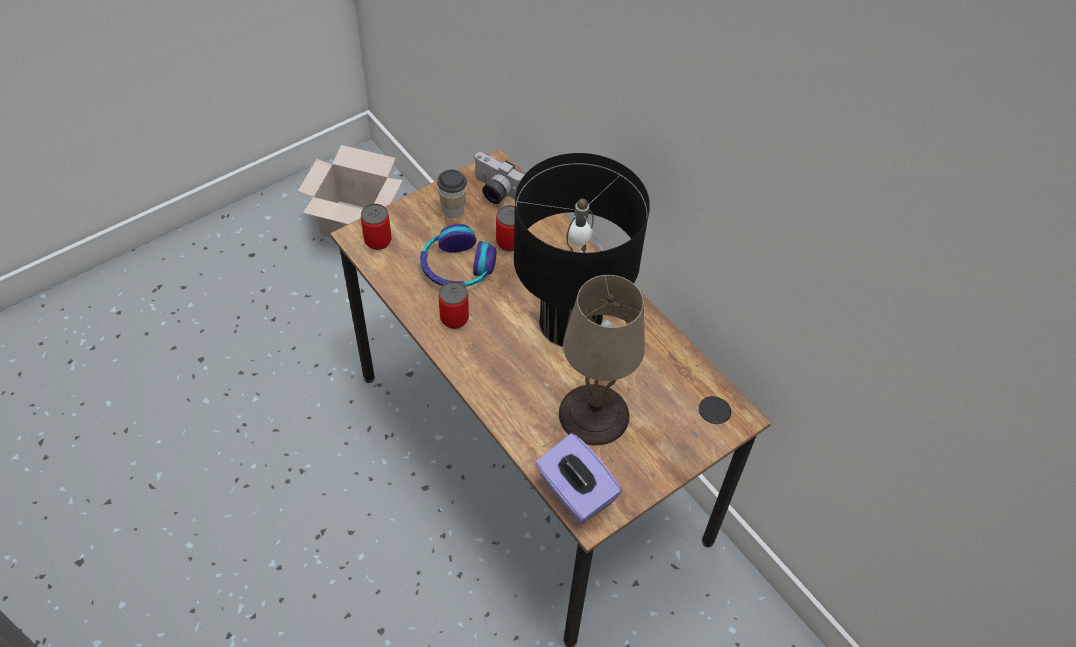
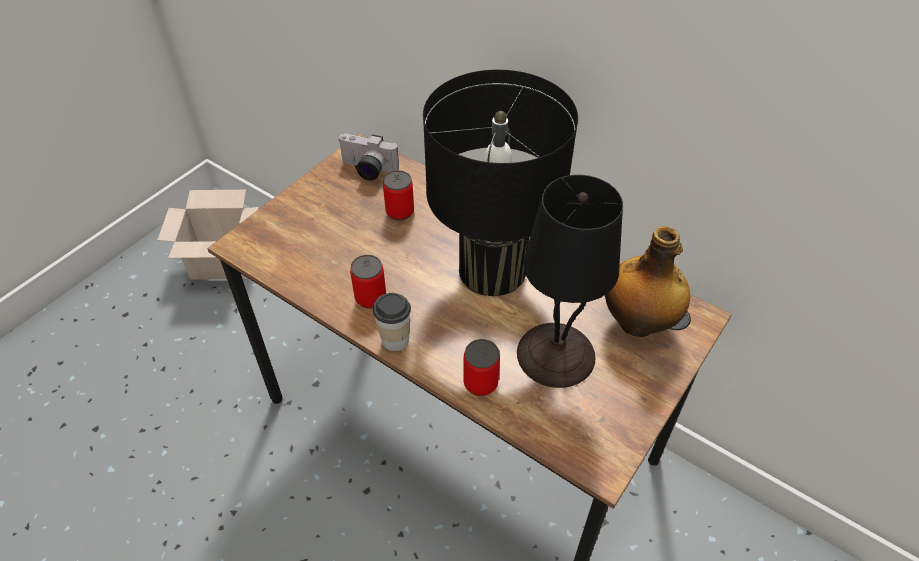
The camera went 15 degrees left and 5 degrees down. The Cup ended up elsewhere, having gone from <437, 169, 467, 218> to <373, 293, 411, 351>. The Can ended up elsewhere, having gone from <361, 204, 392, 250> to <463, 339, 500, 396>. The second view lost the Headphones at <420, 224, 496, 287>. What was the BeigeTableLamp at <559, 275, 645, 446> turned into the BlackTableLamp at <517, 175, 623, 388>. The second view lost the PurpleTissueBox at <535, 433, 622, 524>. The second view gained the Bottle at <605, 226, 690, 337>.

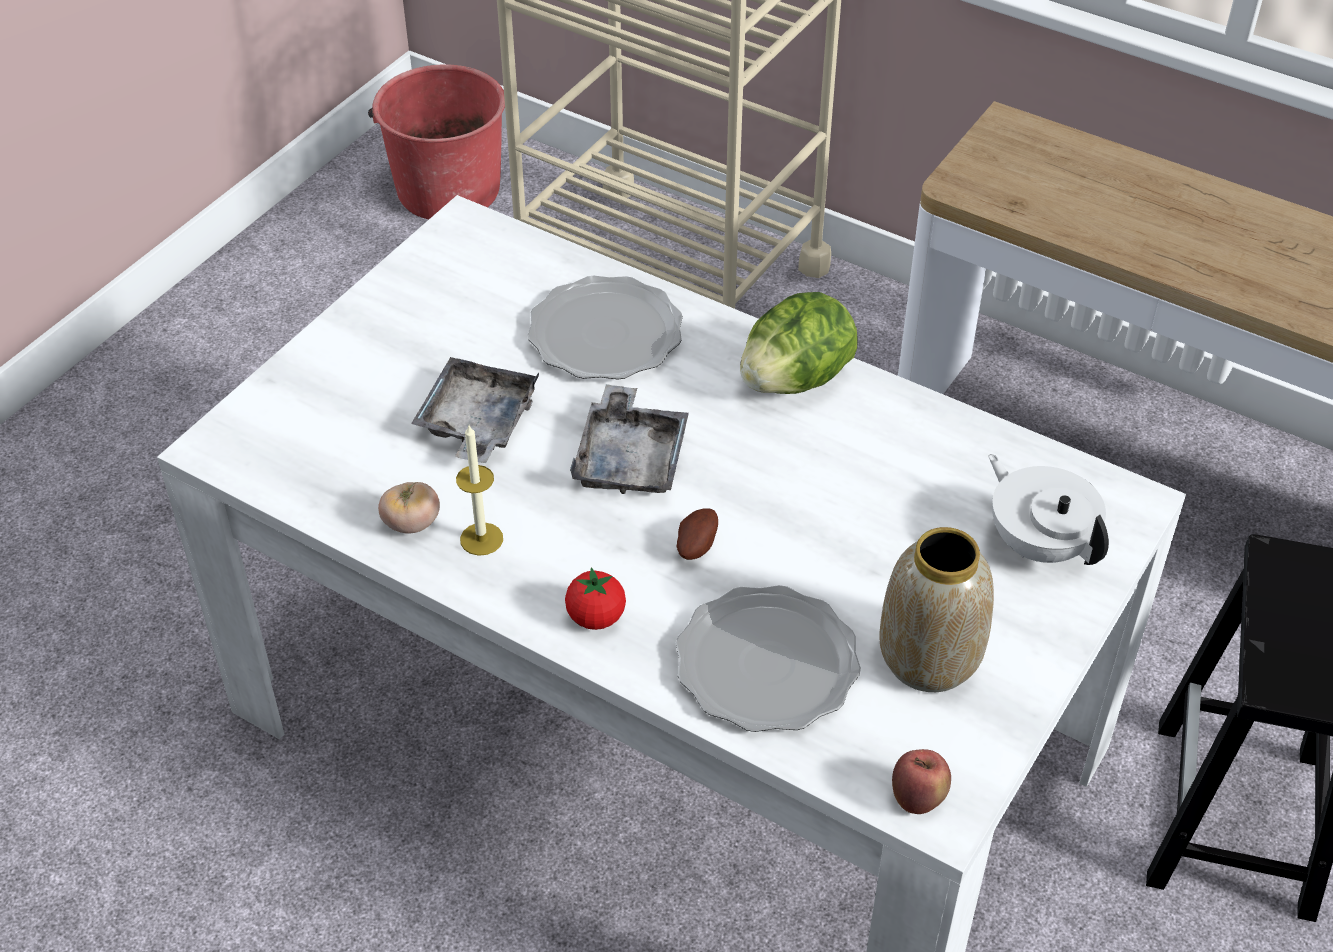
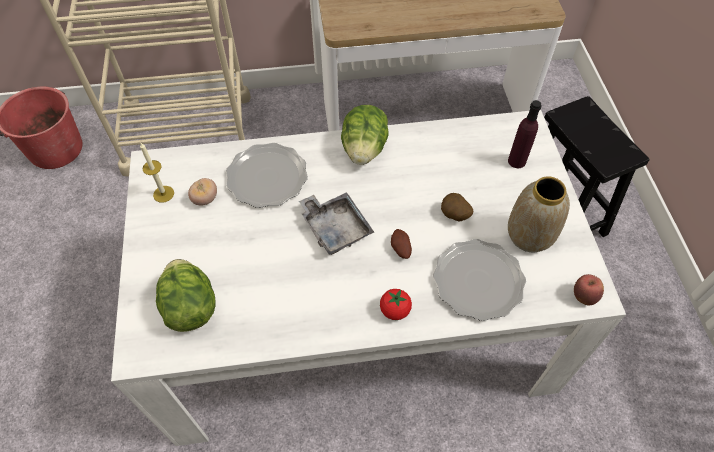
The camera went 40 degrees left and 10 degrees up. The second view lost the GreyTray at <411, 357, 540, 463>. The Candle ended up elsewhere, having gone from <456, 425, 503, 556> to <140, 143, 174, 203>. Where the WhiteTeapot stood at <989, 454, 1109, 565>, the PurpleBottle came to stand at <508, 100, 542, 168>. The Tomato ended up elsewhere, having gone from <378, 482, 440, 534> to <188, 178, 217, 205>. The second view gained the Potato at <441, 193, 473, 221>. The second view gained the Lettuce at <156, 259, 216, 332>.

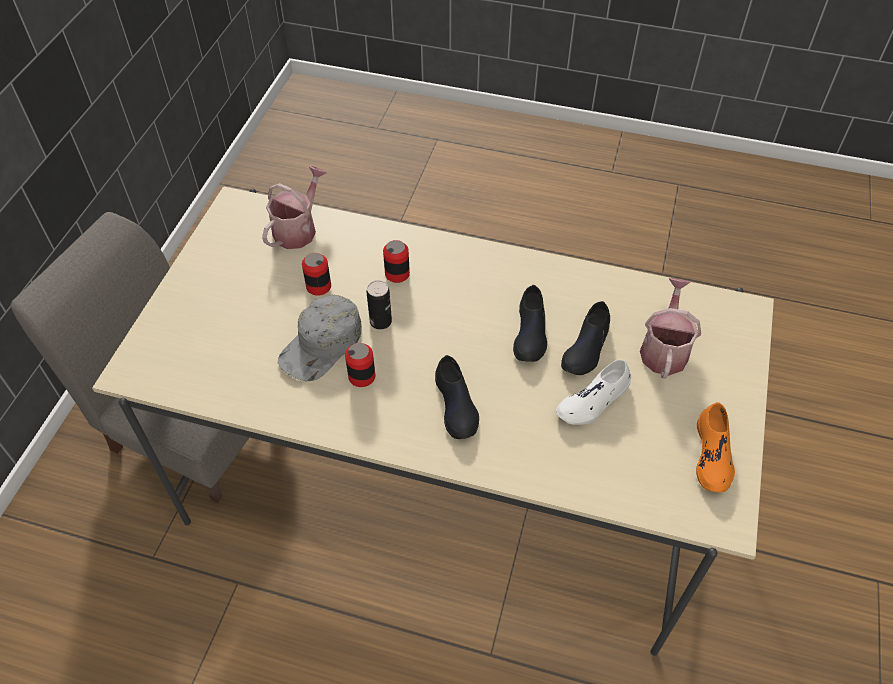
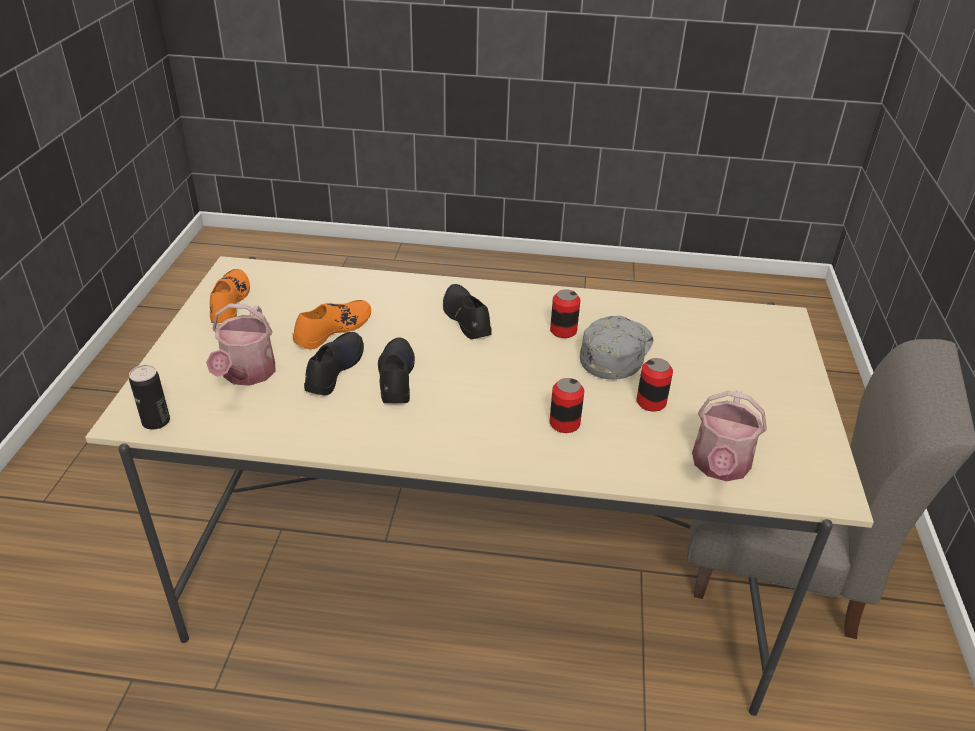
The camera went 170 degrees right and 15 degrees down. The Can ended up elsewhere, having gone from <366, 280, 392, 330> to <129, 365, 170, 430>. What was the WhiteShoe at <556, 359, 632, 425> turned into the OrangeShoe at <292, 300, 371, 350>.

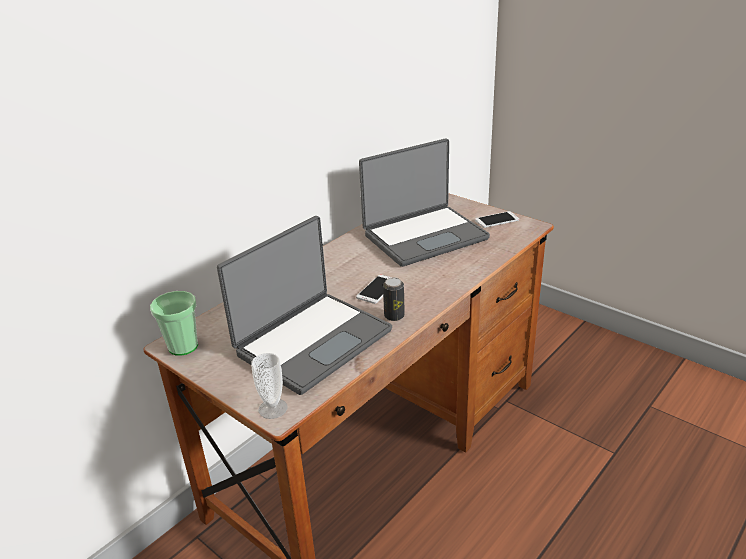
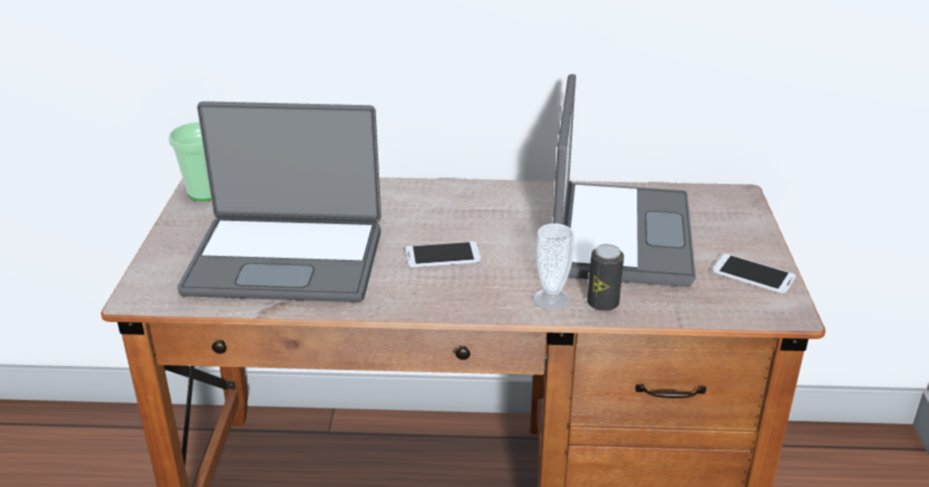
The camera went 50 degrees right and 0 degrees up. The Laptop at <359, 138, 490, 267> ended up facing another way, 105 degrees counterclockwise from before. The Can ended up elsewhere, having gone from <383, 278, 405, 321> to <587, 244, 624, 311>. The Cup ended up elsewhere, having gone from <251, 353, 288, 419> to <533, 223, 574, 310>.

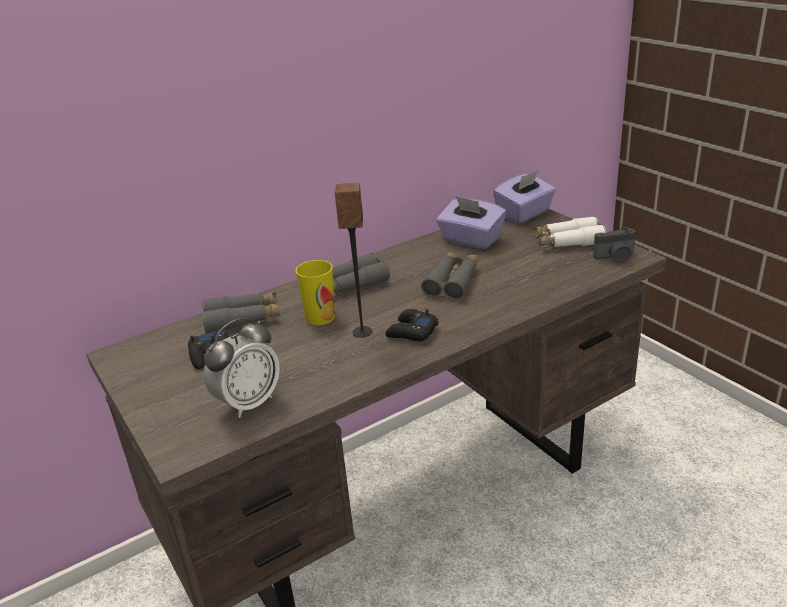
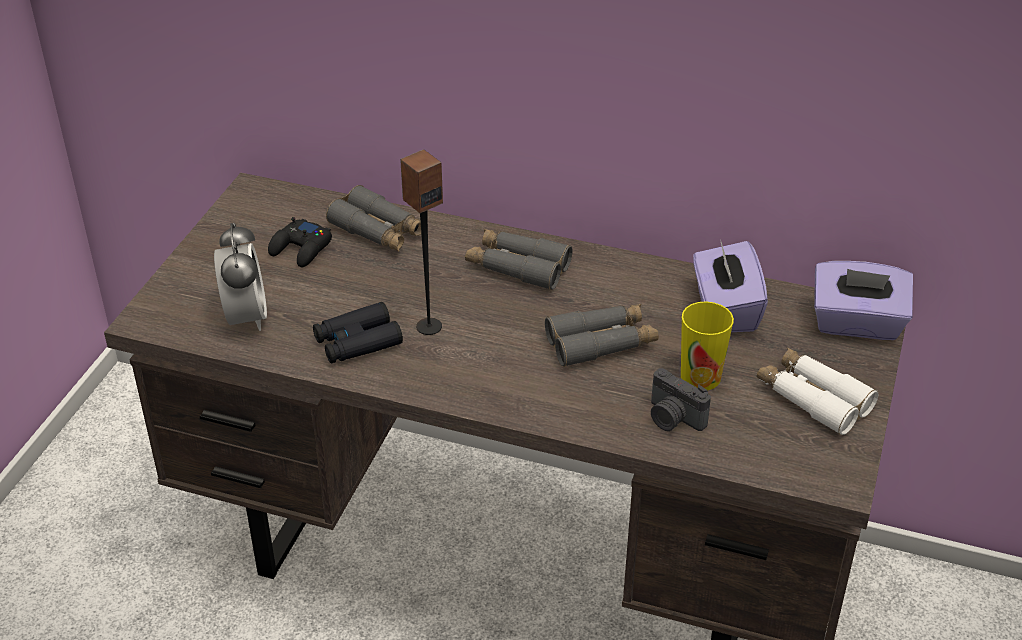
The camera went 50 degrees right and 10 degrees up. The PhotoCamera ended up elsewhere, having gone from <593, 227, 636, 263> to <651, 368, 711, 431>. The Cup ended up elsewhere, having gone from <296, 260, 335, 325> to <681, 301, 734, 390>. The second view lost the BlackGameController at <385, 309, 439, 341>. The AlarmClock at <204, 317, 280, 418> ended up facing another way, 105 degrees counterclockwise from before. The second view gained the BlackBinoculars at <313, 302, 403, 363>.

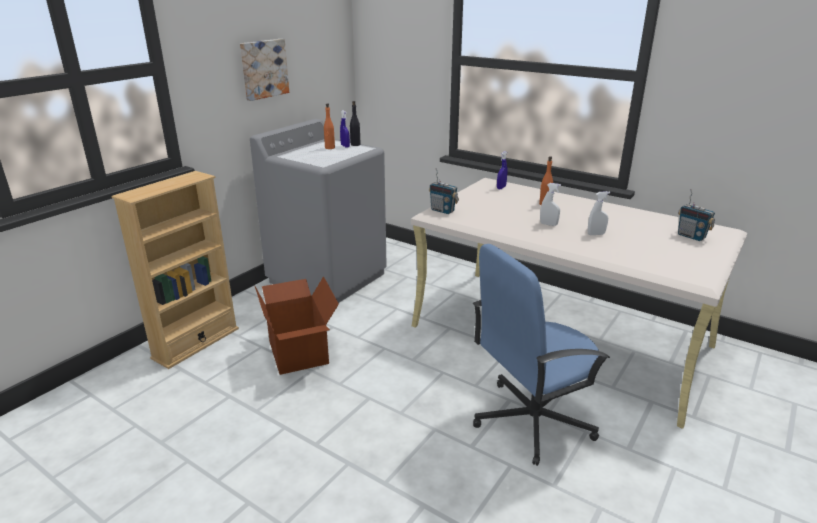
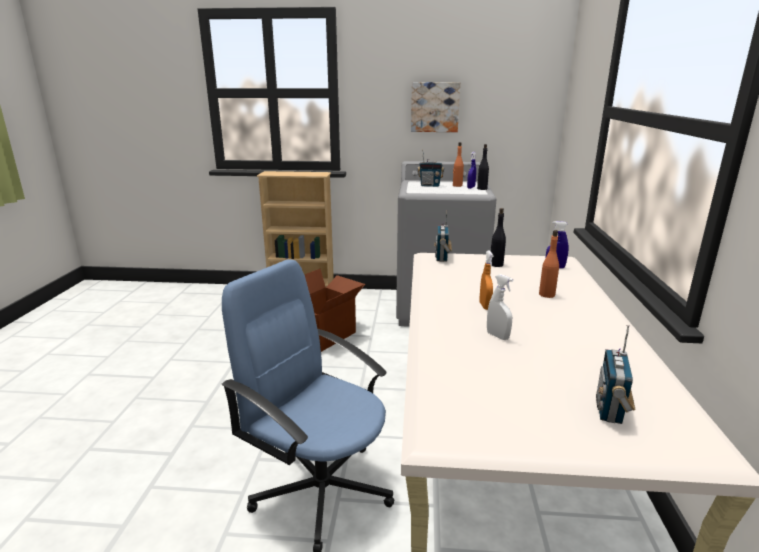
The camera went 60 degrees right and 5 degrees down. What was the WhiteSprayBottle at <540, 183, 561, 226> turned into the OrangeSprayBottle at <479, 250, 494, 310>. The second view gained the Radio at <418, 149, 444, 187>. The second view gained the BlackBottle at <491, 208, 506, 267>.

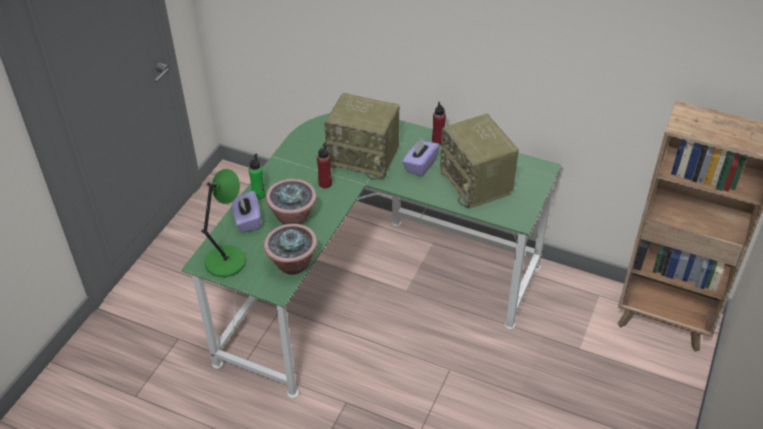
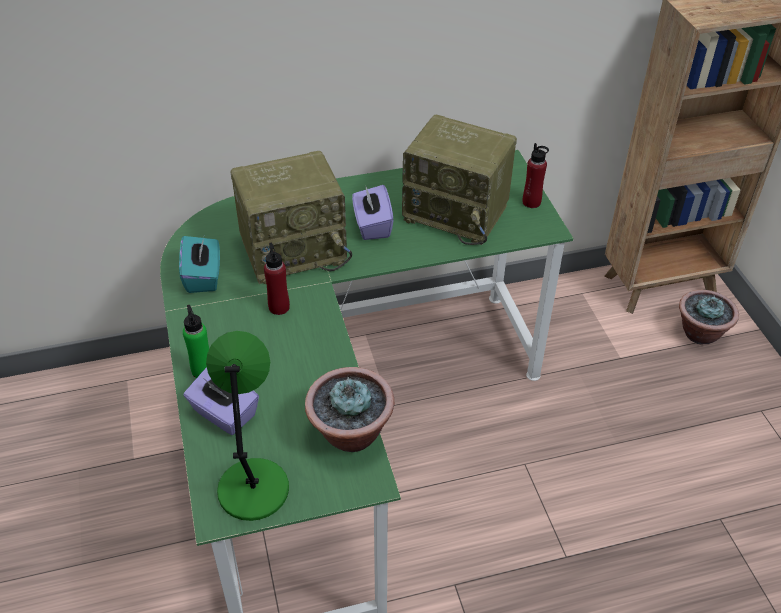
The camera went 40 degrees left and 0 degrees up. The RedBottle ended up elsewhere, having gone from <432, 102, 446, 145> to <523, 143, 549, 208>. The PottedPlant ended up elsewhere, having gone from <266, 179, 317, 225> to <679, 290, 739, 345>. The second view gained the TurquoiseTissueBox at <179, 234, 220, 293>.

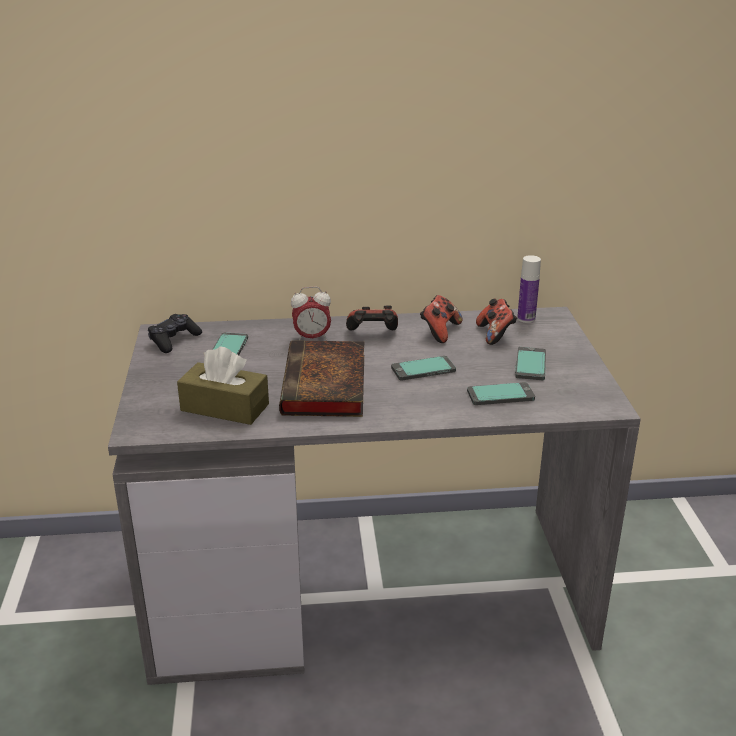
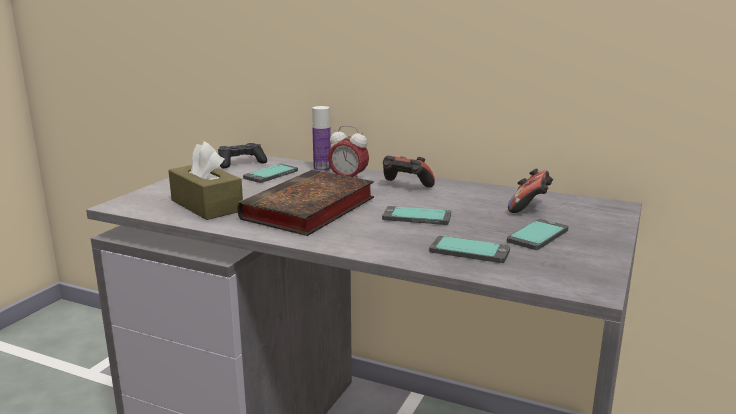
The camera went 30 degrees right and 10 degrees down. The Bottle ended up elsewhere, having gone from <517, 255, 541, 323> to <312, 106, 331, 172>. The second view lost the GameController at <420, 295, 463, 343>.

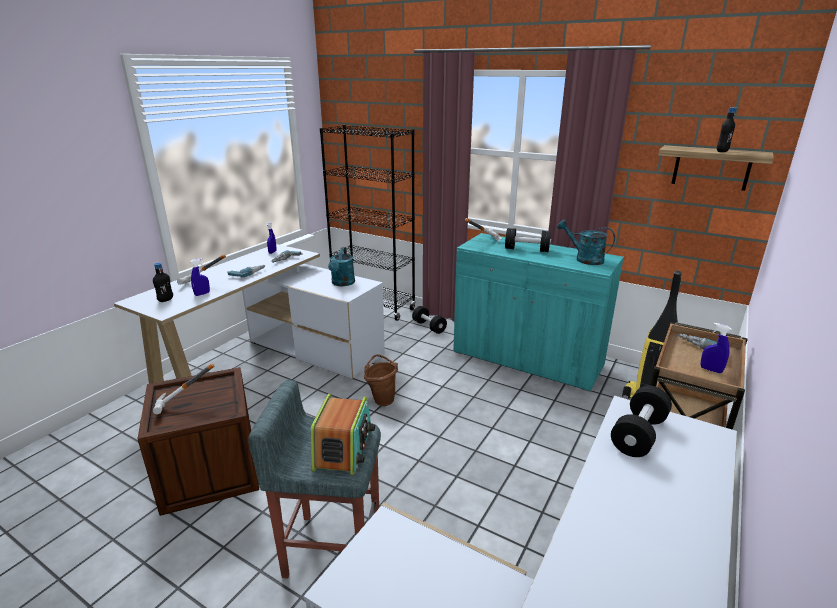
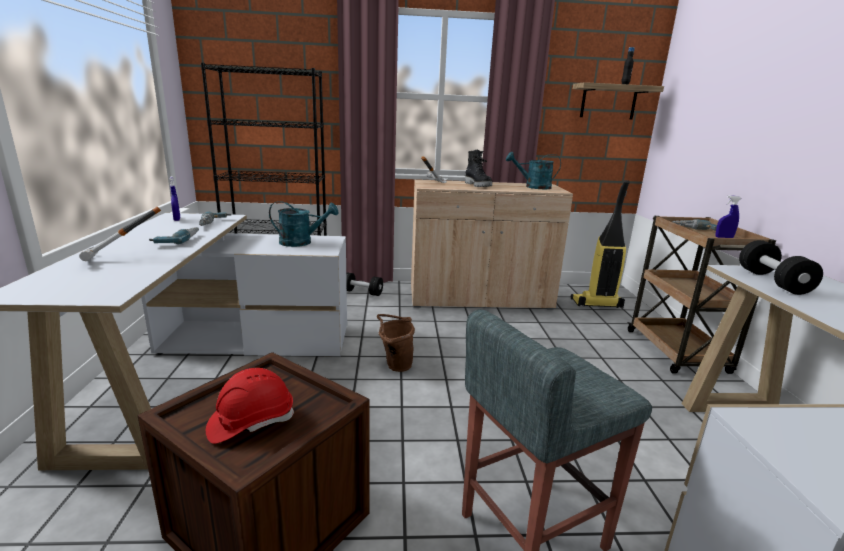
The camera went 35 degrees left and 5 degrees down. Where the BlackDumbbell stood at <505, 228, 551, 252>, the BlackBoot came to stand at <465, 150, 492, 187>. What was the TurquoiseCabinet at <453, 233, 624, 392> turned into the BeigeCabinet at <411, 180, 573, 310>. The TurquoiseWateringCan at <328, 247, 355, 286> ended up facing another way, 60 degrees counterclockwise from before. The second view lost the BlueSprayBottle at <191, 258, 210, 296>. The second view lost the BlackBottle at <153, 263, 173, 302>. Where the Hammer stood at <153, 363, 215, 415>, the RedHardHat came to stand at <206, 368, 294, 444>. The second view lost the Radio at <311, 394, 375, 476>.

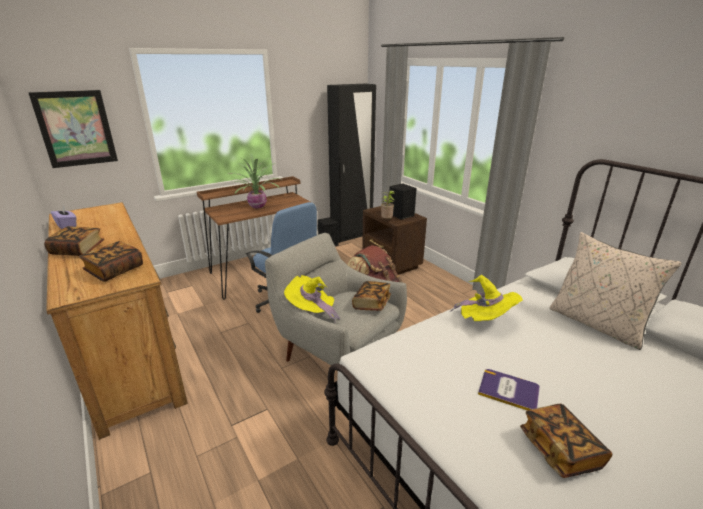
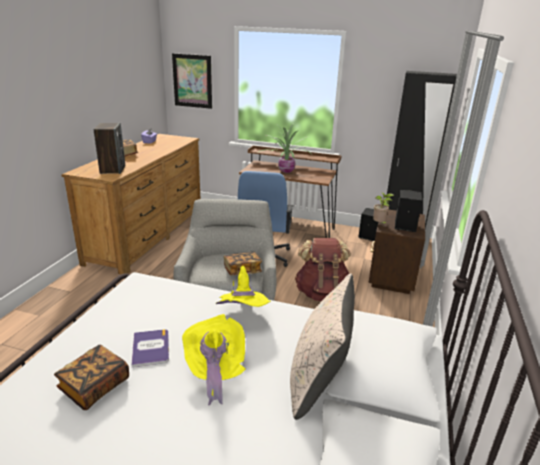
The camera went 50 degrees right and 0 degrees up. Where the Book stood at <79, 241, 143, 282>, the Speaker came to stand at <94, 123, 125, 174>. The YellowHat ended up elsewhere, having gone from <284, 275, 340, 323> to <182, 314, 245, 405>.

